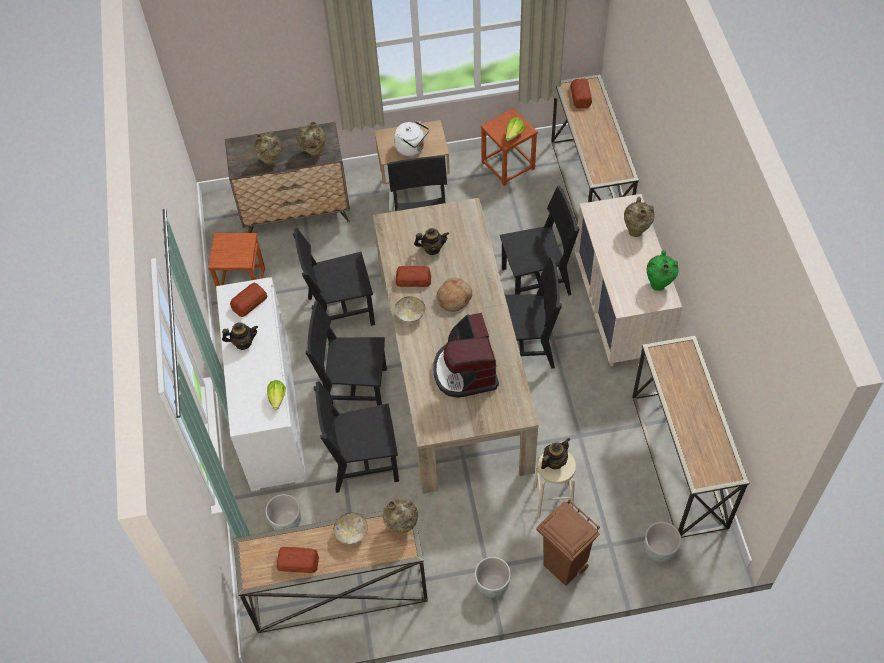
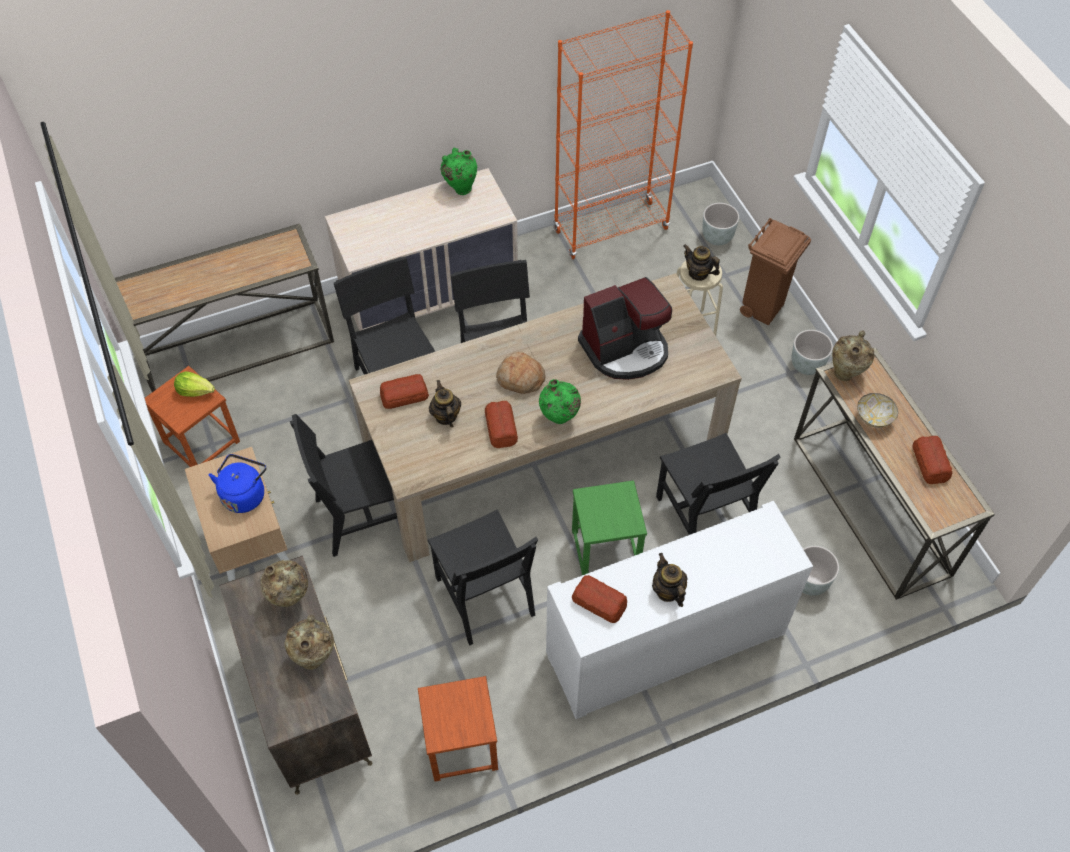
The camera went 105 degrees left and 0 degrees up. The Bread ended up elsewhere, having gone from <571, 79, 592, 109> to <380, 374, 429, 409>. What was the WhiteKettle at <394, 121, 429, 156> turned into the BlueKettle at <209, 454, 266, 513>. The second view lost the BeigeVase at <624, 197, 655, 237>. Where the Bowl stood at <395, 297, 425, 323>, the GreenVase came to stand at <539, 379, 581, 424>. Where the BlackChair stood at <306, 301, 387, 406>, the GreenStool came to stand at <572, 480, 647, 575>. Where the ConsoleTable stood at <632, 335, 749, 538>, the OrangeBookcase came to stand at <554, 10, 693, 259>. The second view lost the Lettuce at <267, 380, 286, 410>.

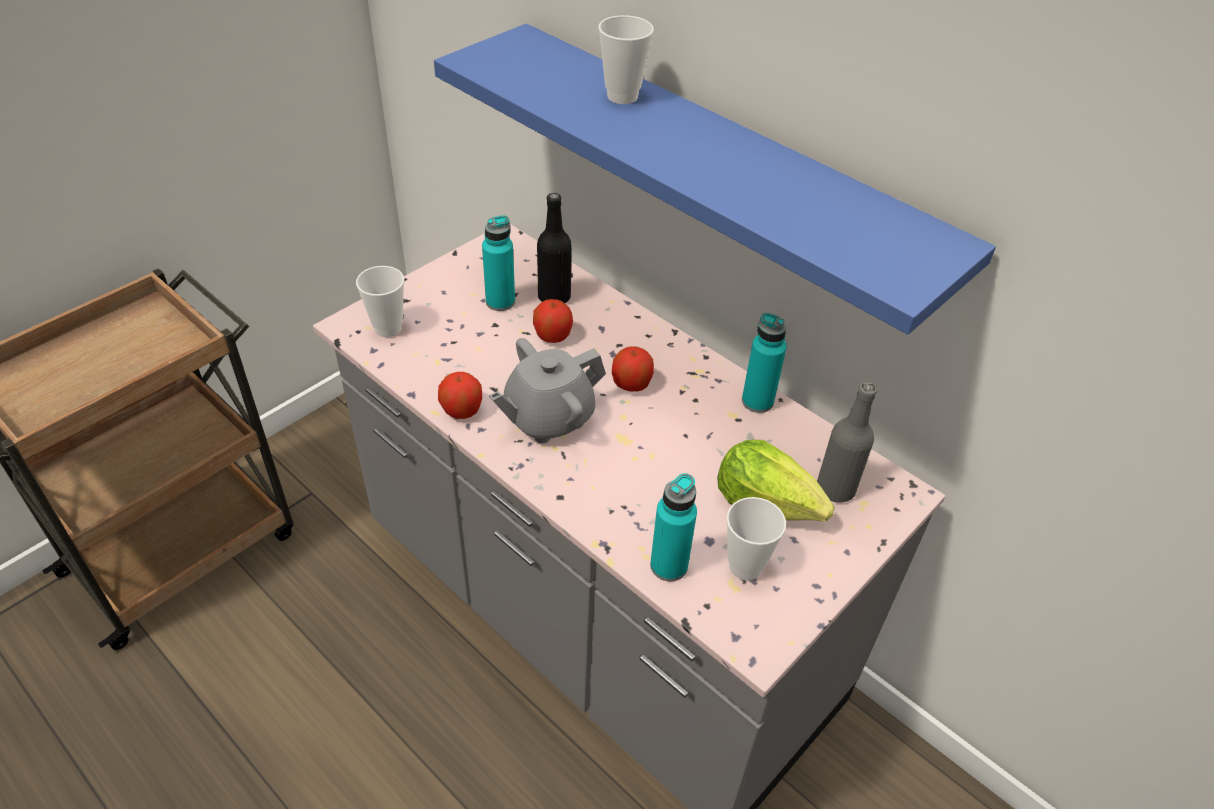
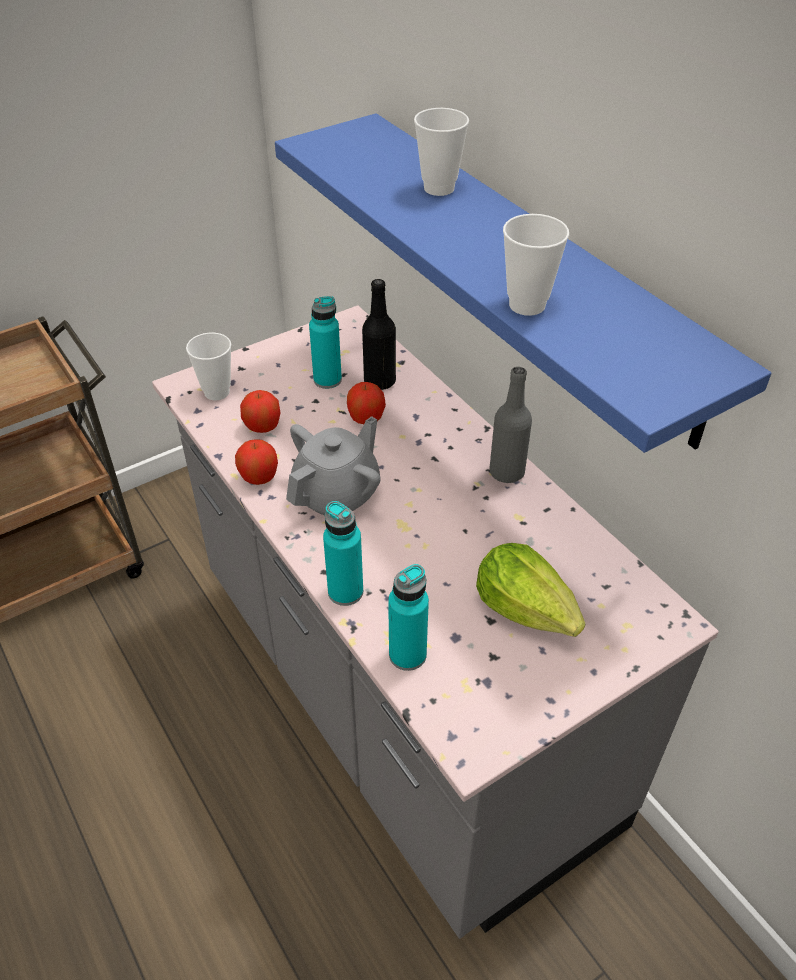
The camera went 15 degrees right and 0 degrees up. The TurquoiseBottle ended up elsewhere, having gone from <742, 313, 787, 413> to <323, 501, 363, 606>. The GreyTeapot at <489, 338, 606, 443> ended up facing another way, 150 degrees clockwise from before. The Apple ended up elsewhere, having gone from <612, 346, 654, 392> to <240, 390, 281, 433>. The GreyBottle ended up elsewhere, having gone from <817, 382, 877, 503> to <489, 367, 532, 483>. The Cup ended up elsewhere, having gone from <727, 497, 786, 580> to <503, 214, 569, 316>.

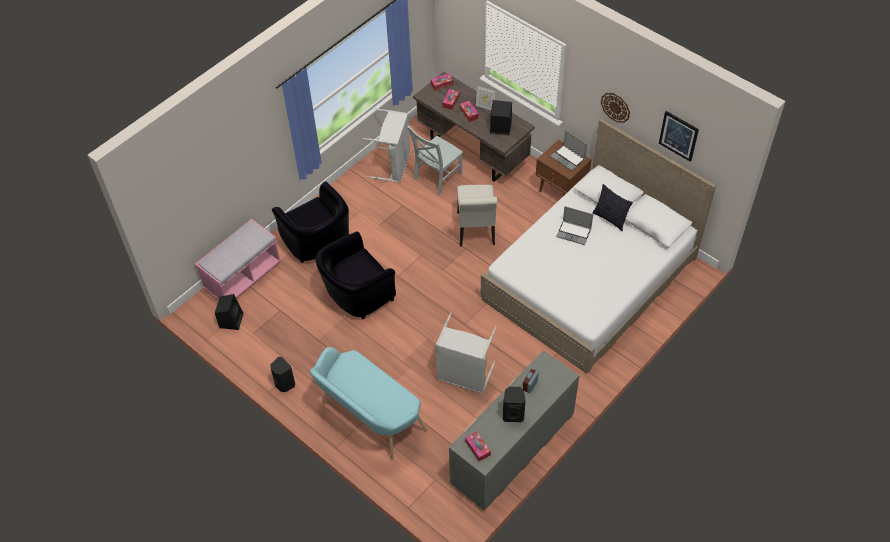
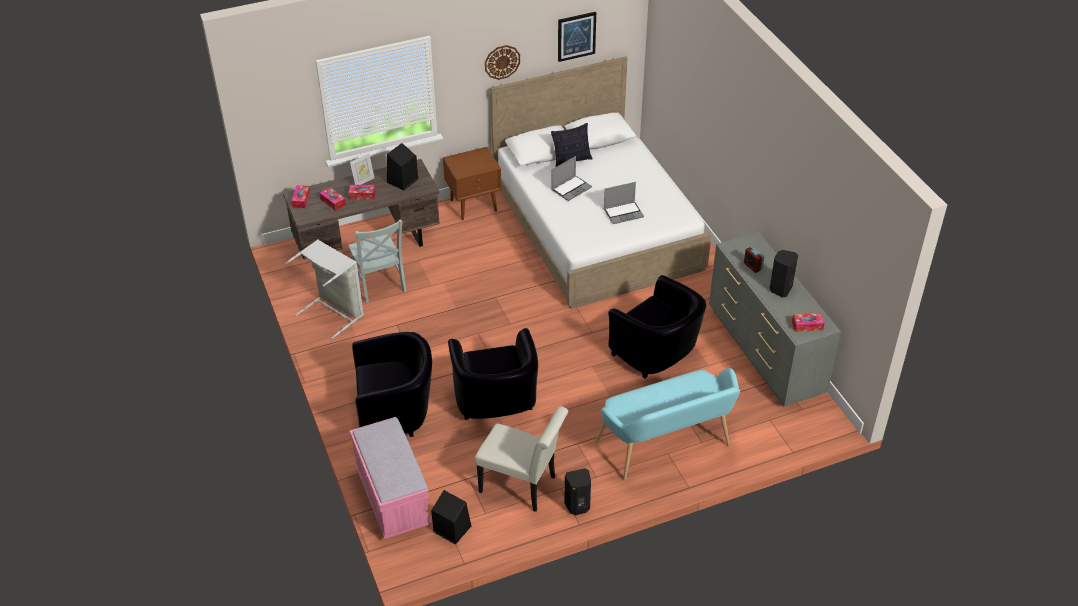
The camera went 65 degrees left and 10 degrees down. The Laptop ended up elsewhere, having gone from <550, 130, 587, 171> to <603, 182, 644, 224>. The WhiteChair ended up elsewhere, having gone from <457, 185, 497, 247> to <475, 407, 568, 512>. Where the GreyLaundryBasket stood at <436, 313, 496, 394>, the BlackArmchair came to stand at <608, 275, 706, 379>.

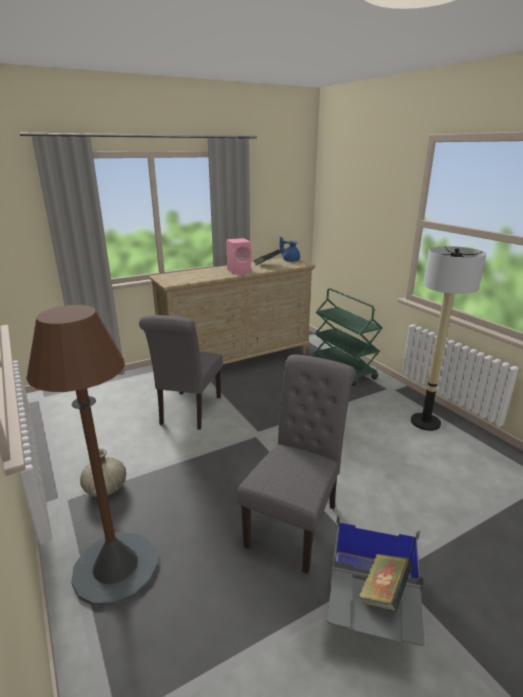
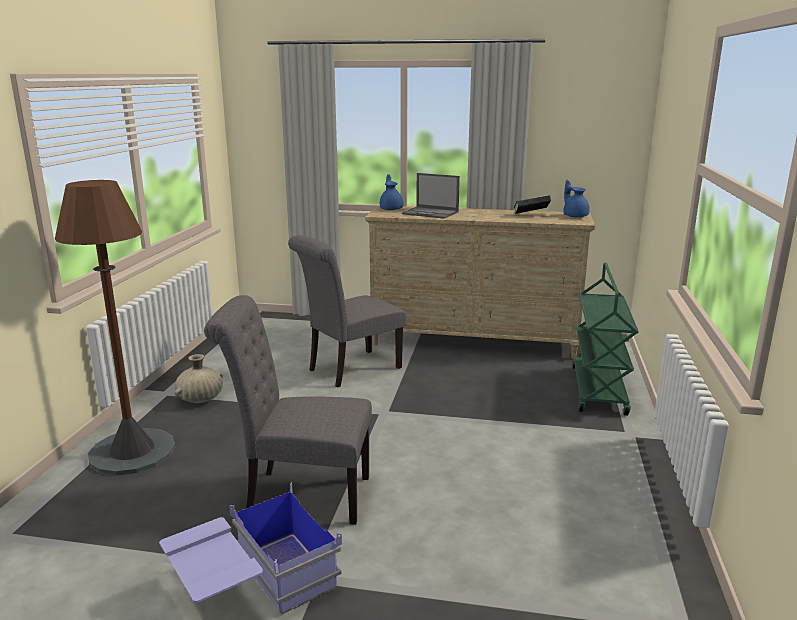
The camera went 40 degrees right and 5 degrees down. The second view lost the PinkSpeaker at <226, 238, 252, 274>. The second view lost the FloorLamp at <411, 246, 486, 431>. The GreyChair at <237, 354, 355, 574> ended up facing another way, 150 degrees counterclockwise from before. What was the GreyStorageBox at <327, 515, 425, 646> turned into the BlueStorageBox at <159, 482, 342, 614>. The second view lost the Book at <359, 554, 413, 612>. The second view gained the Laptop at <402, 173, 460, 219>. The second view gained the BlueTeapot at <380, 174, 403, 210>.

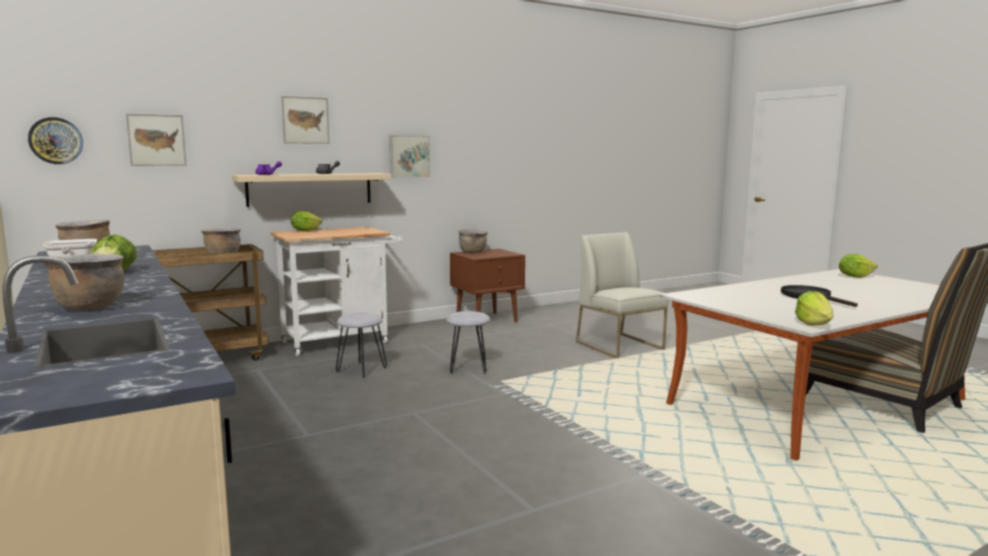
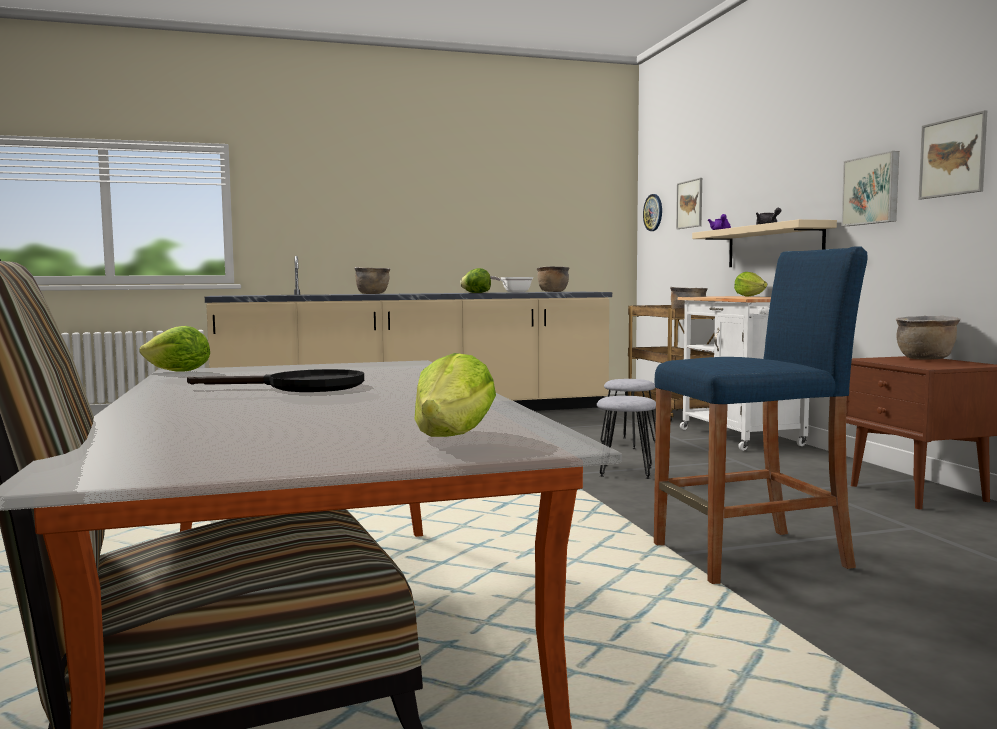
The camera went 105 degrees right and 5 degrees down. The Picture ended up elsewhere, having gone from <281, 96, 330, 144> to <919, 110, 987, 200>. Where the WhiteChair stood at <576, 232, 669, 358>, the BlueStool came to stand at <654, 246, 868, 584>.

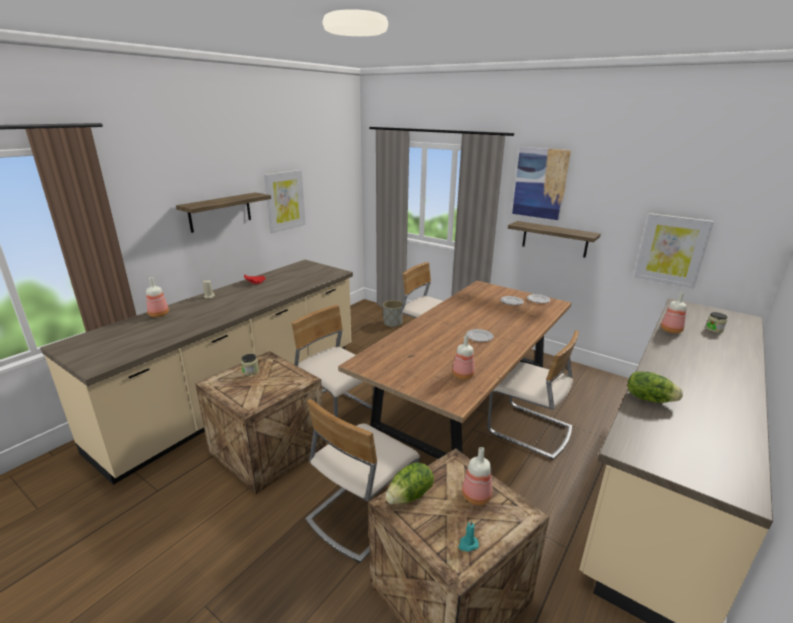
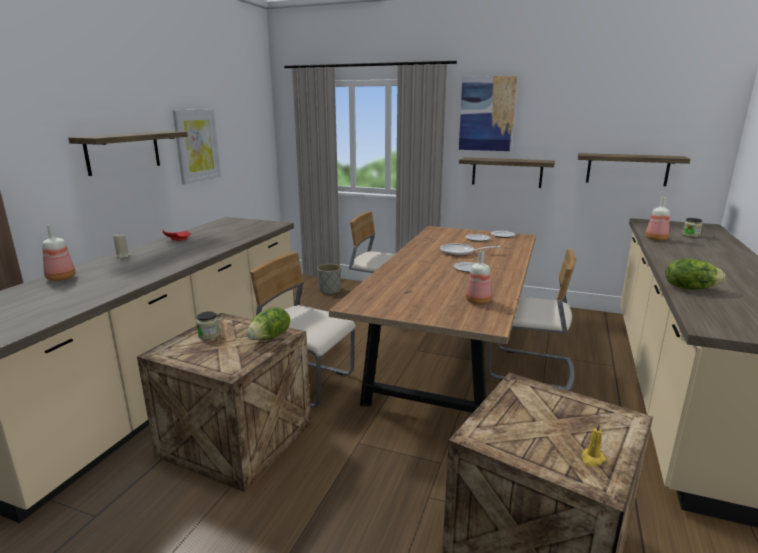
The camera went 15 degrees left and 5 degrees down. Where the Picture hung at <634, 213, 714, 289>, the Shelf came to hang at <578, 153, 690, 186>. The second view lost the BeigeChair at <305, 399, 420, 563>. The second view lost the Bottle at <462, 447, 492, 505>. The Lettuce ended up elsewhere, having gone from <386, 462, 434, 504> to <246, 307, 290, 340>. What was the TurquoiseCandle at <459, 519, 479, 552> turned into the YellowCandle at <581, 423, 606, 466>. The second view gained the FryingPan at <440, 243, 500, 256>.

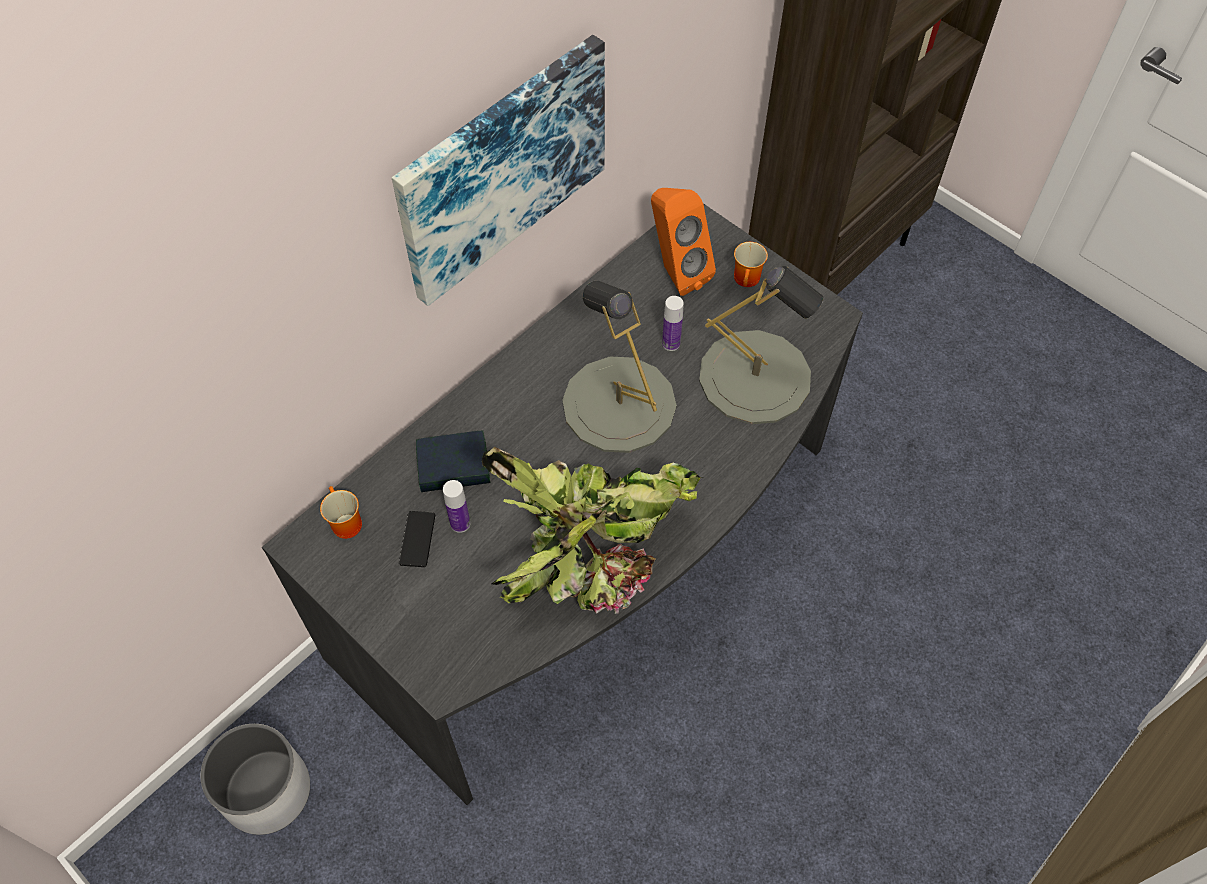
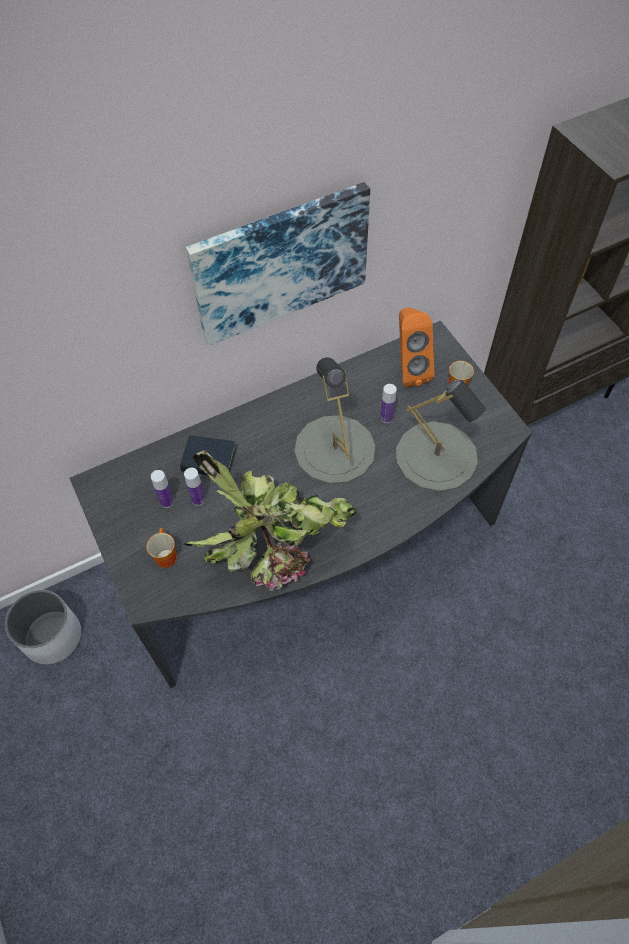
The camera went 20 degrees right and 0 degrees up. The Mug ended up elsewhere, having gone from <320, 486, 362, 539> to <147, 528, 177, 568>. Where the Phone stood at <399, 511, 435, 567>, the Bottle came to stand at <151, 470, 174, 508>.

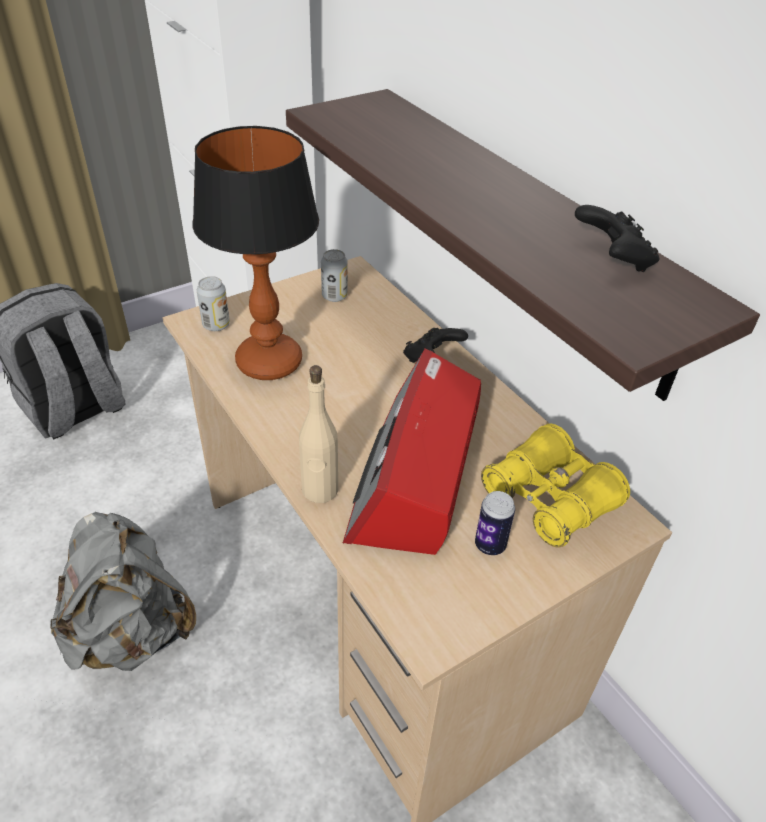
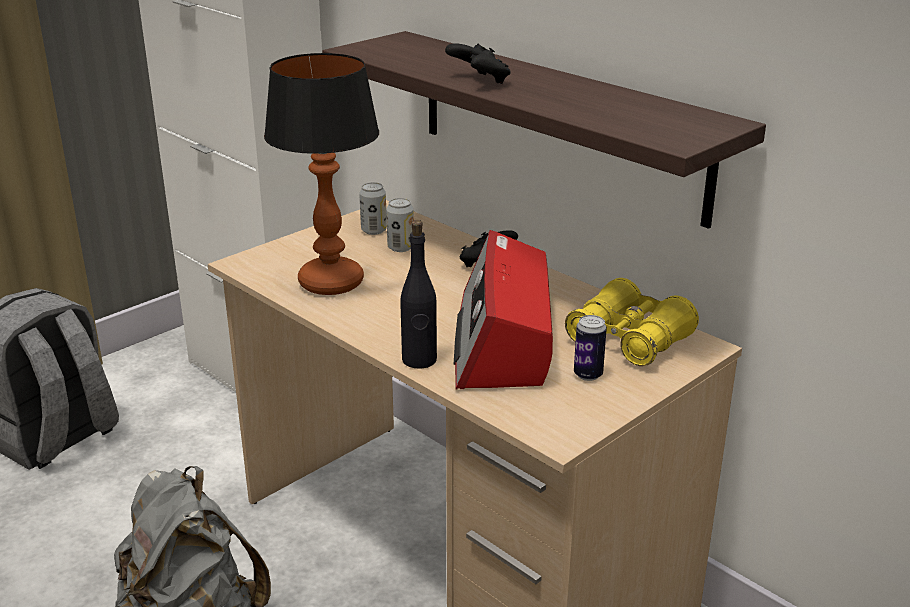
The camera went 10 degrees left and 15 degrees down. The BlackGameController ended up elsewhere, having gone from <575, 205, 660, 272> to <445, 43, 511, 84>. The Can ended up elsewhere, having gone from <197, 276, 230, 331> to <386, 198, 414, 252>. What was the BeigeBottle at <299, 365, 338, 503> turned into the BlackBottle at <400, 220, 437, 369>.

